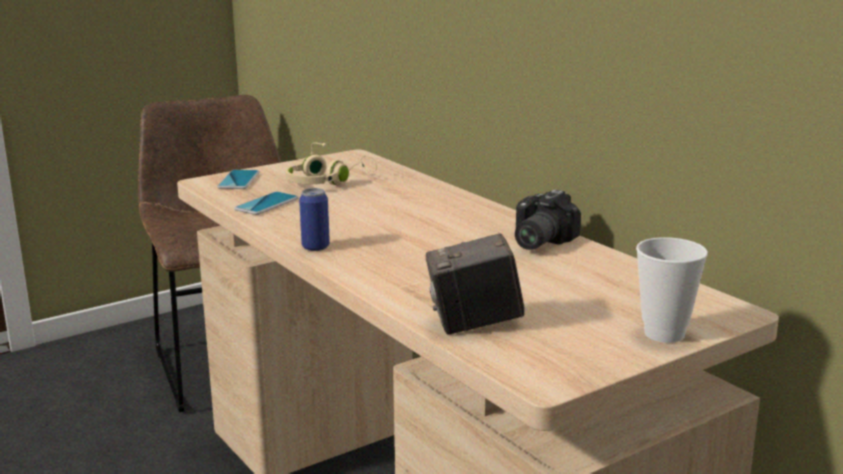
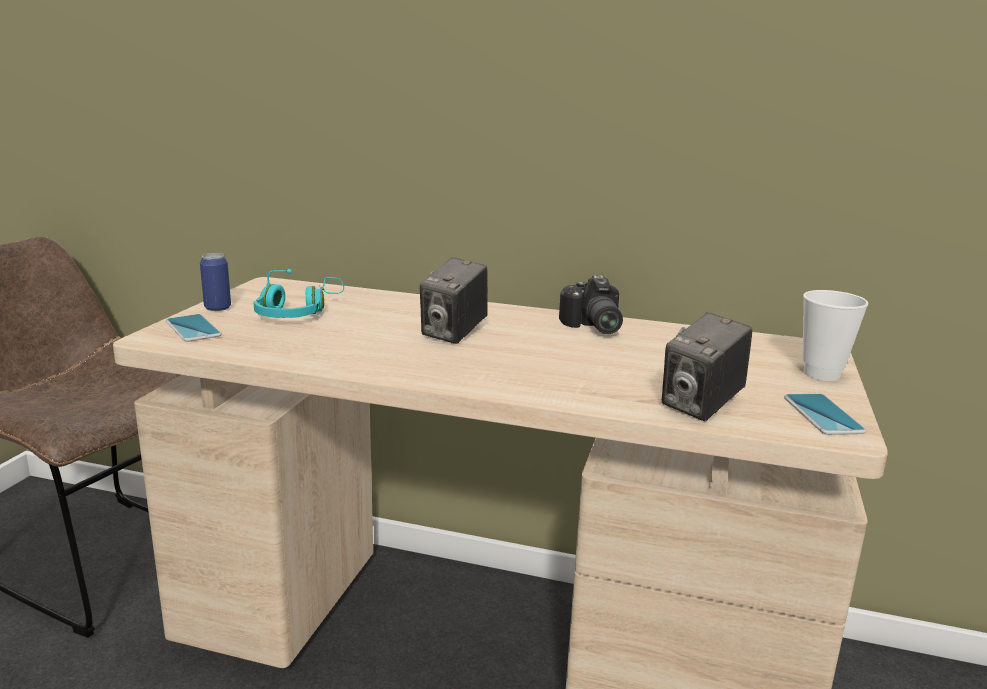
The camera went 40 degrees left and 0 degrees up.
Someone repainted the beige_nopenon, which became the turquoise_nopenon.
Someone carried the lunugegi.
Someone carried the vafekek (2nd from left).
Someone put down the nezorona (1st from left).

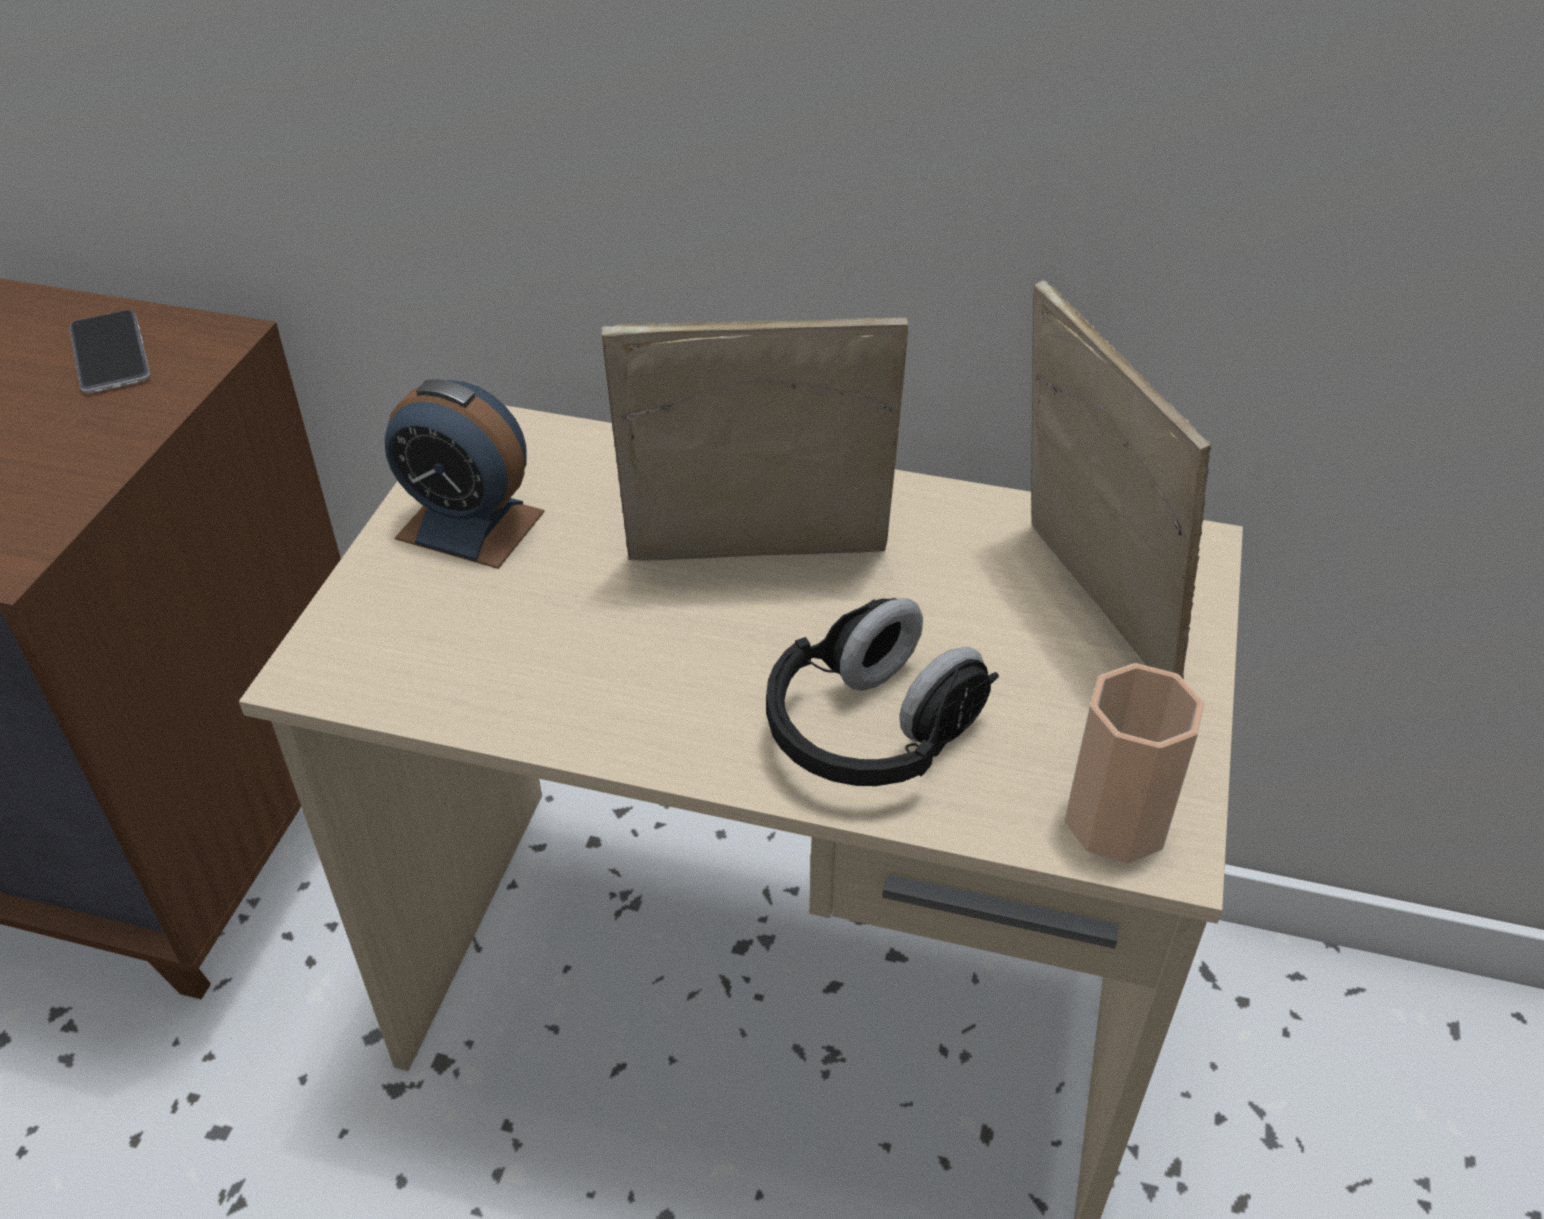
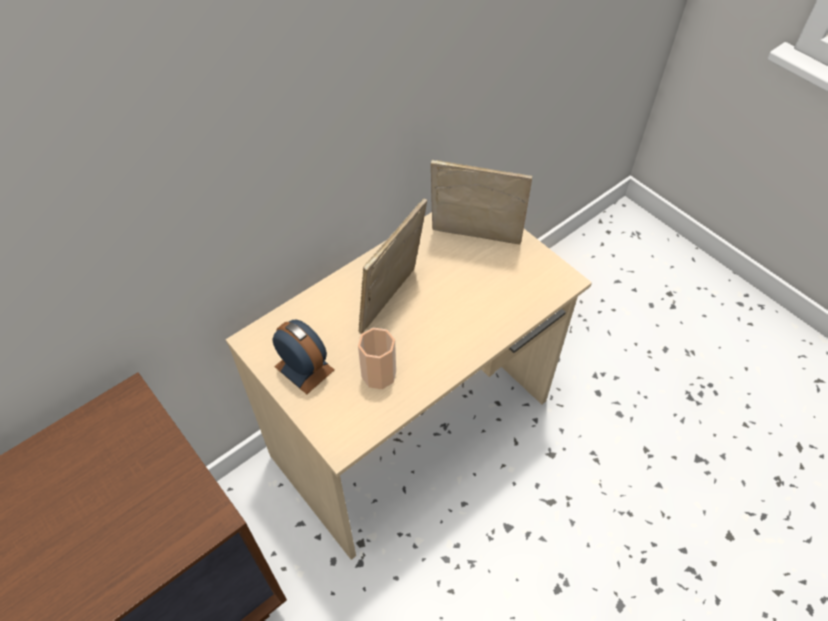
The camera went 55 degrees left and 10 degrees up.
Someone took away the vafekek.
Someone rotated the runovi by 105 degrees counterclockwise.
Someone took away the black_nopenon.
Someone carried the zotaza.

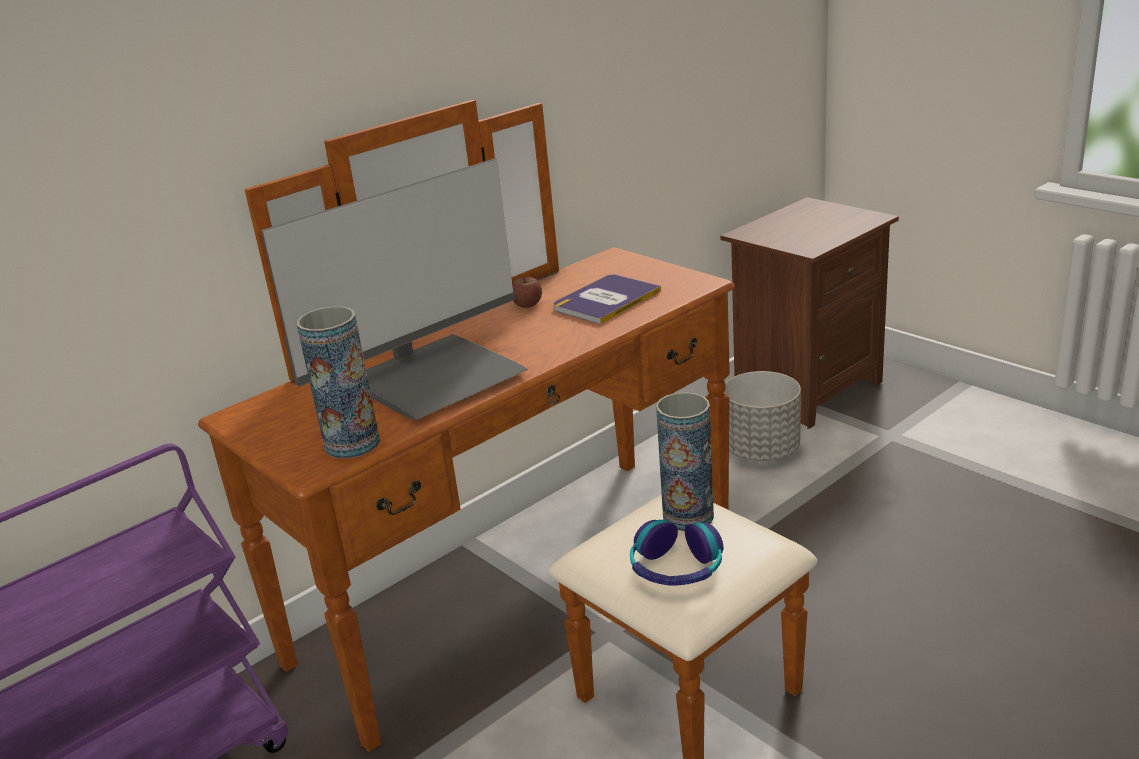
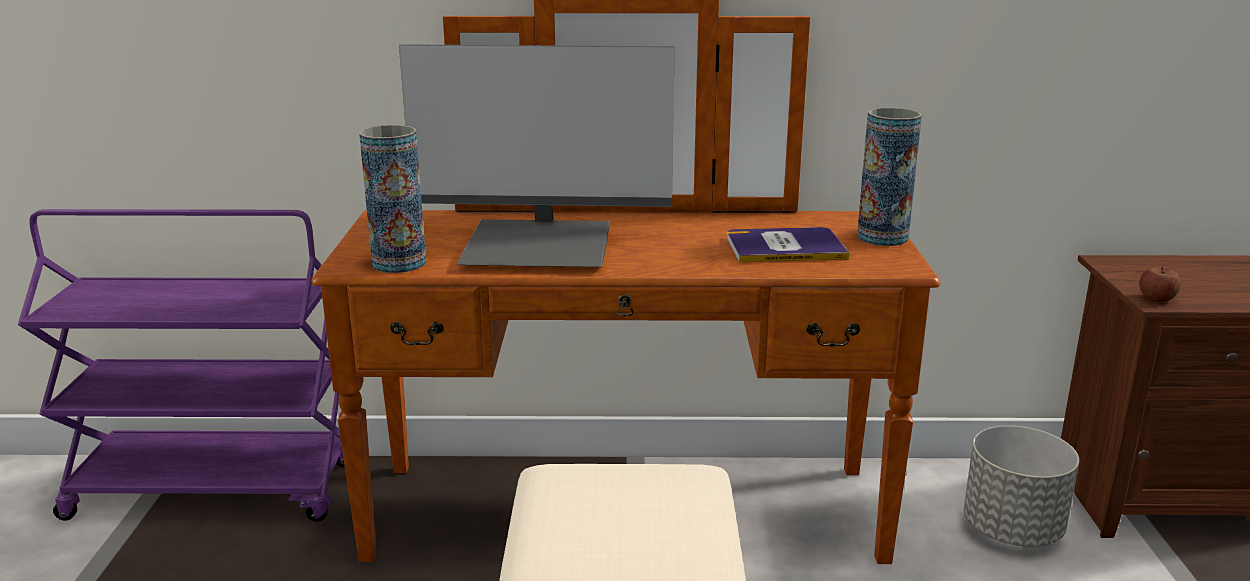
The camera went 40 degrees right and 5 degrees down.
Someone carried the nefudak.
Someone carried the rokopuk (2nd from left).
Someone took away the nopenon.

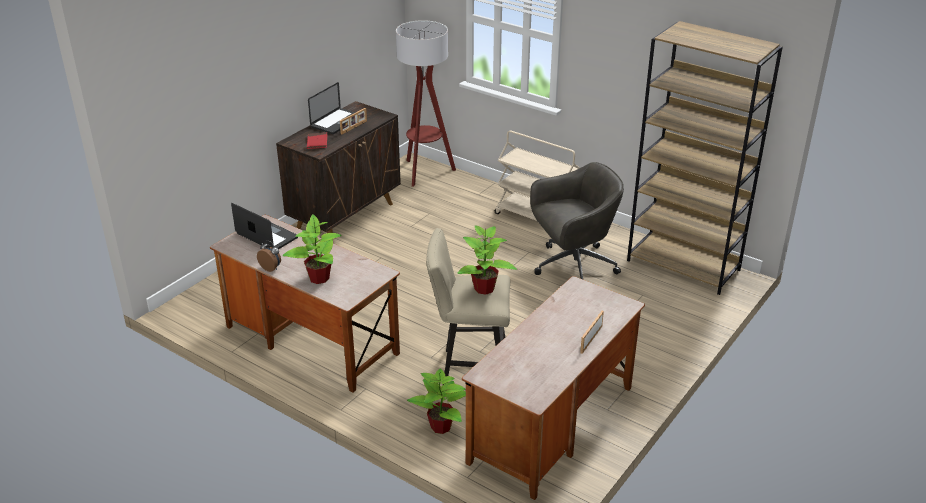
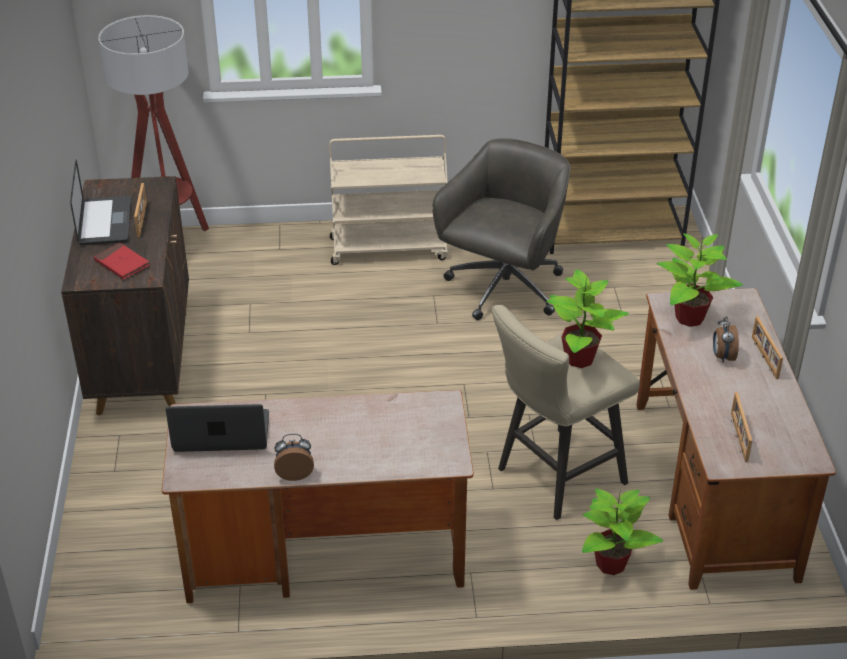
The camera went 40 degrees left and 5 degrees up.
Someone carried the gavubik (1st from left in the first image).
Someone put down the runovi (2nd from left).
Someone put down the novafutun (2nd from left).

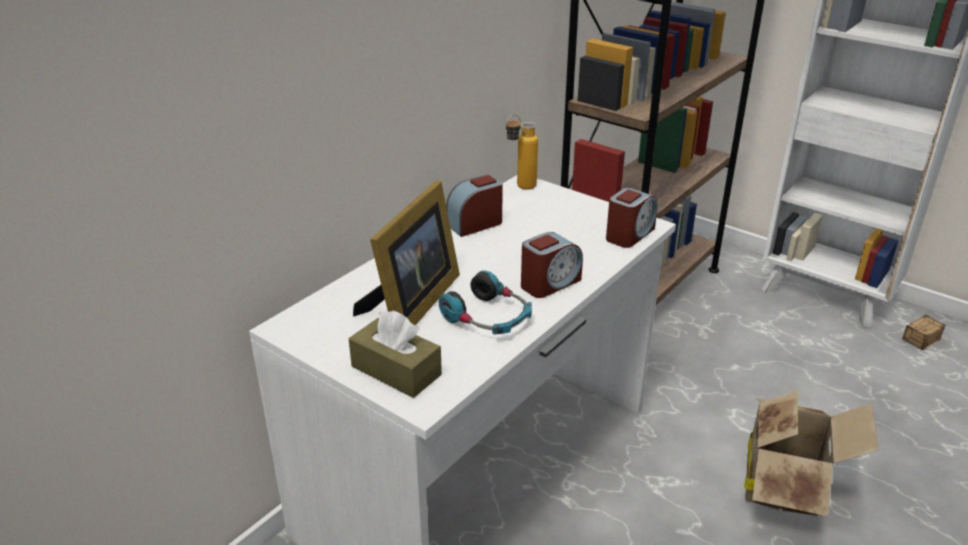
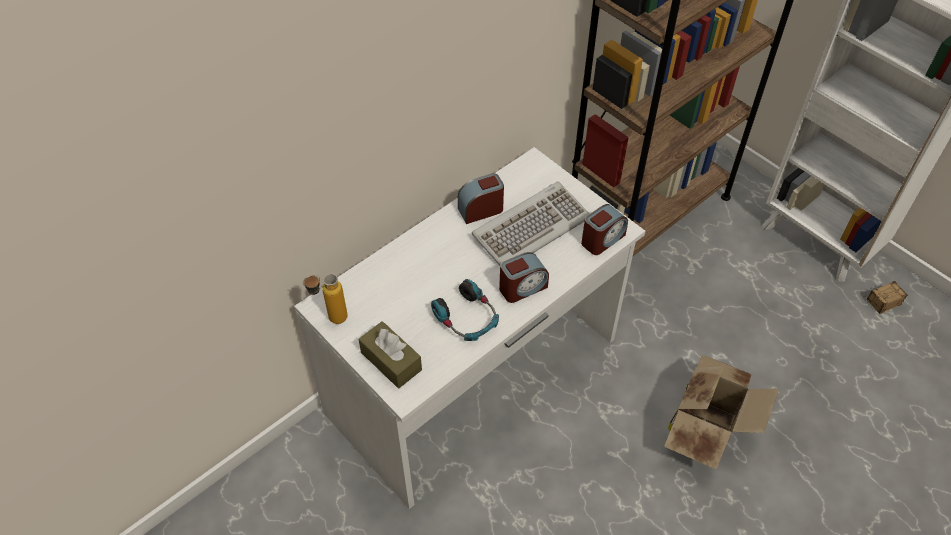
The camera went 10 degrees right and 20 degrees up.
Someone carried the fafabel.
Someone took away the novafutun.
Someone put down the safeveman.

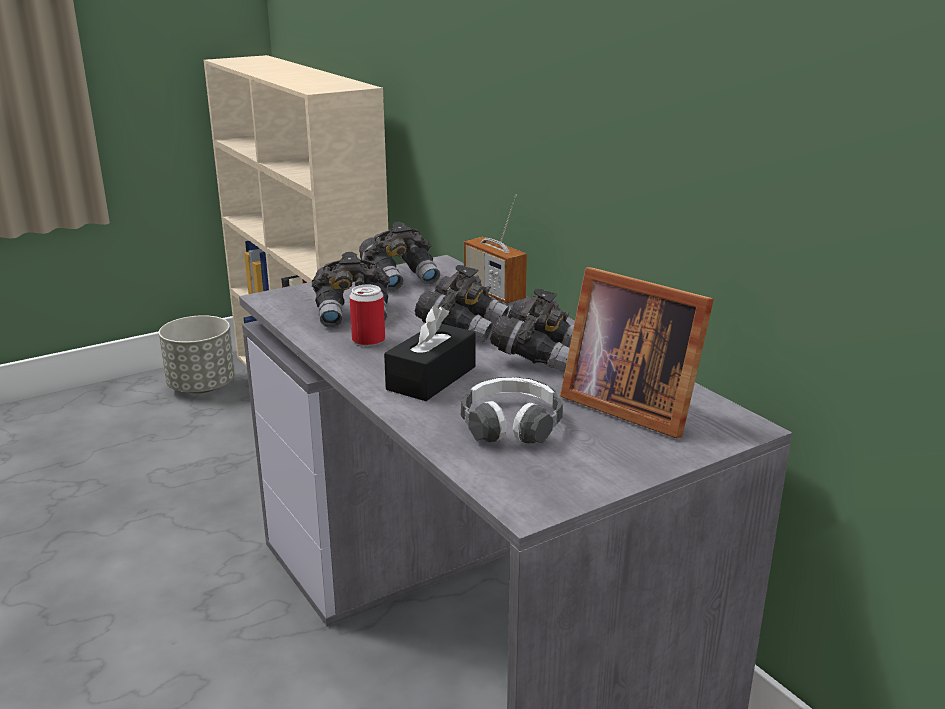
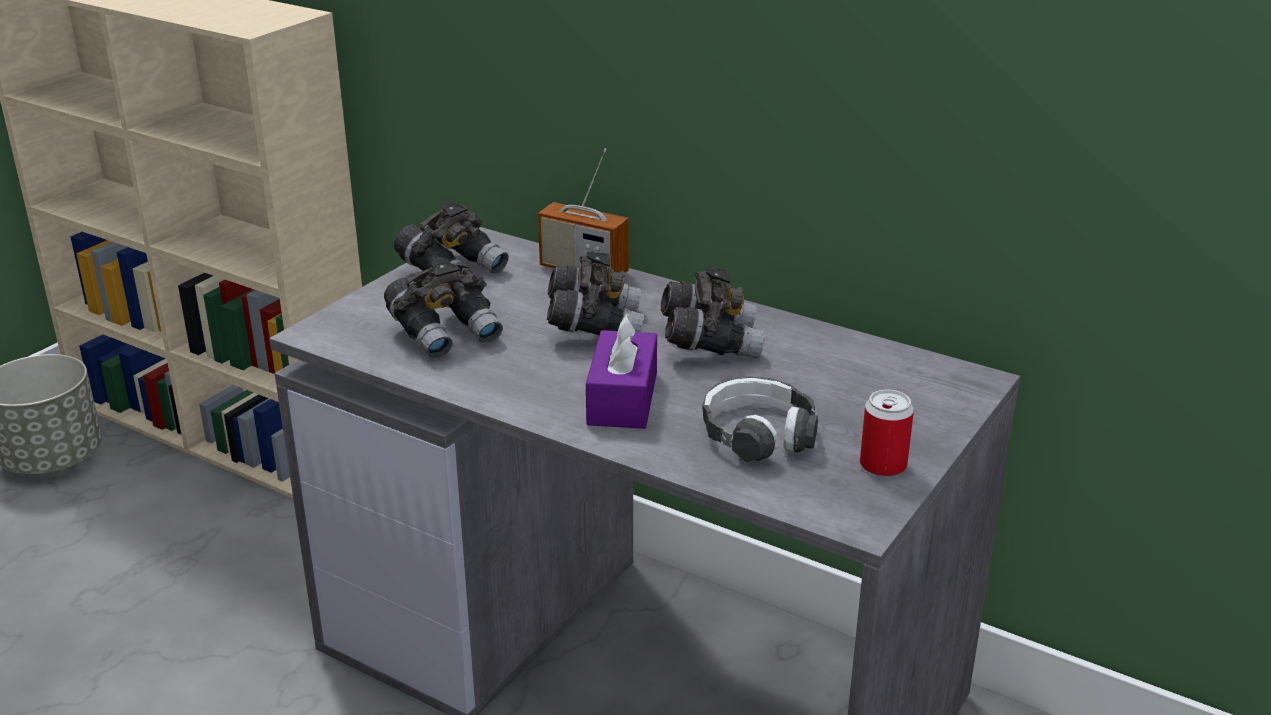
The camera went 25 degrees left and 5 degrees up.
Someone took away the novafutun.
Someone carried the lunugegi.
Someone repainted the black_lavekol, which became the purple_lavekol.

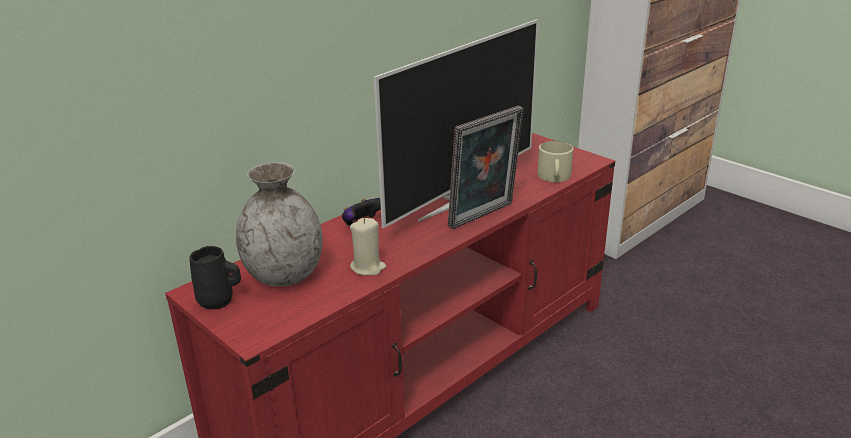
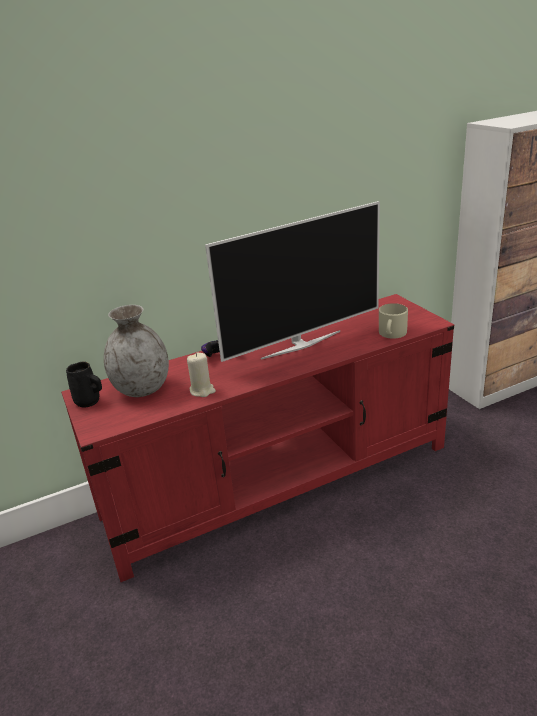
The camera went 20 degrees right and 0 degrees up.
Someone took away the novafutun.

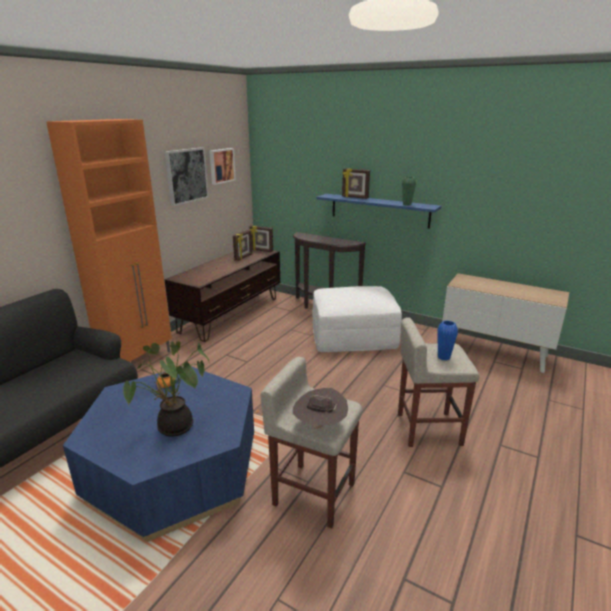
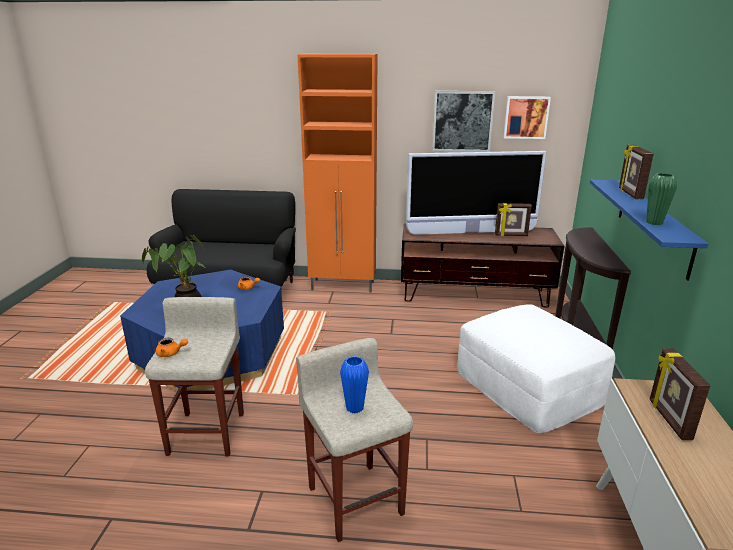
The camera went 65 degrees right and 0 degrees up.
Someone carried the novafutun (2nd from left in the first image).
Someone swapped the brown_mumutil for the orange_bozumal (1st from left).
Someone put down the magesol.

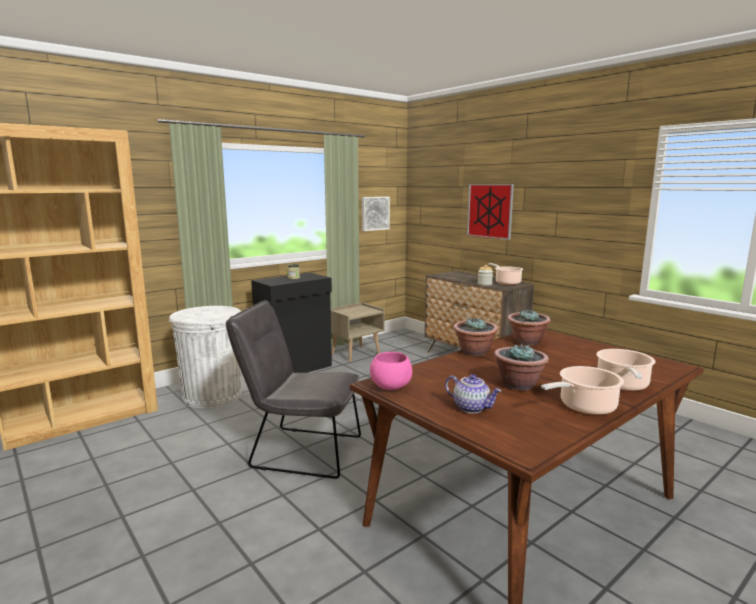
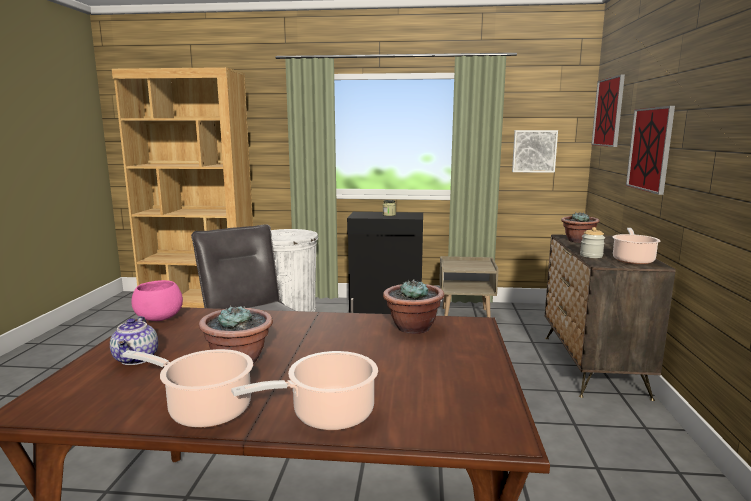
The camera went 45 degrees right and 0 degrees up.
Someone carried the gavubik (1st from left in the first image).
Someone put up the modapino (2nd from left).

